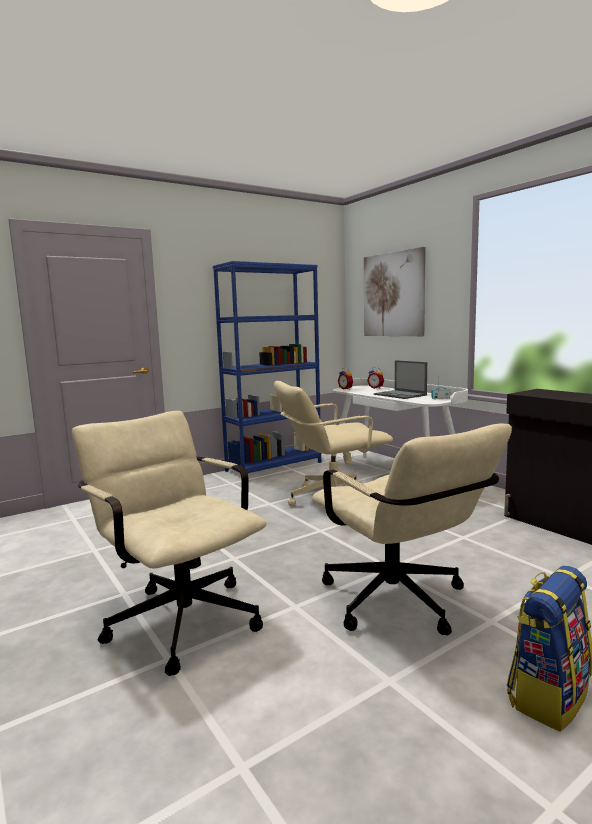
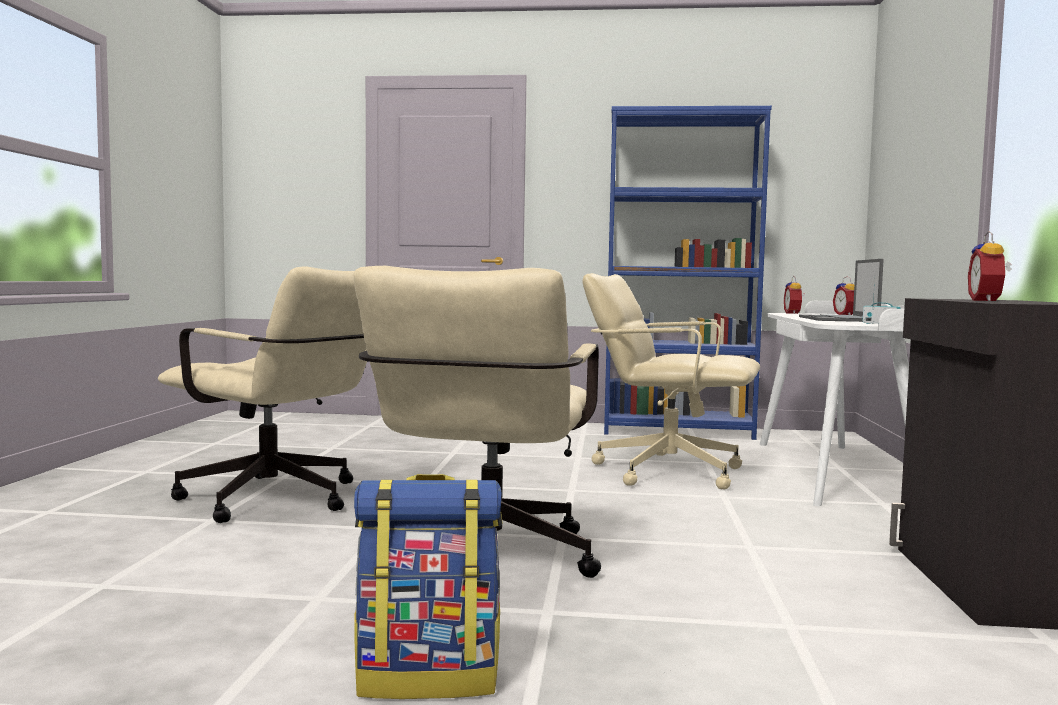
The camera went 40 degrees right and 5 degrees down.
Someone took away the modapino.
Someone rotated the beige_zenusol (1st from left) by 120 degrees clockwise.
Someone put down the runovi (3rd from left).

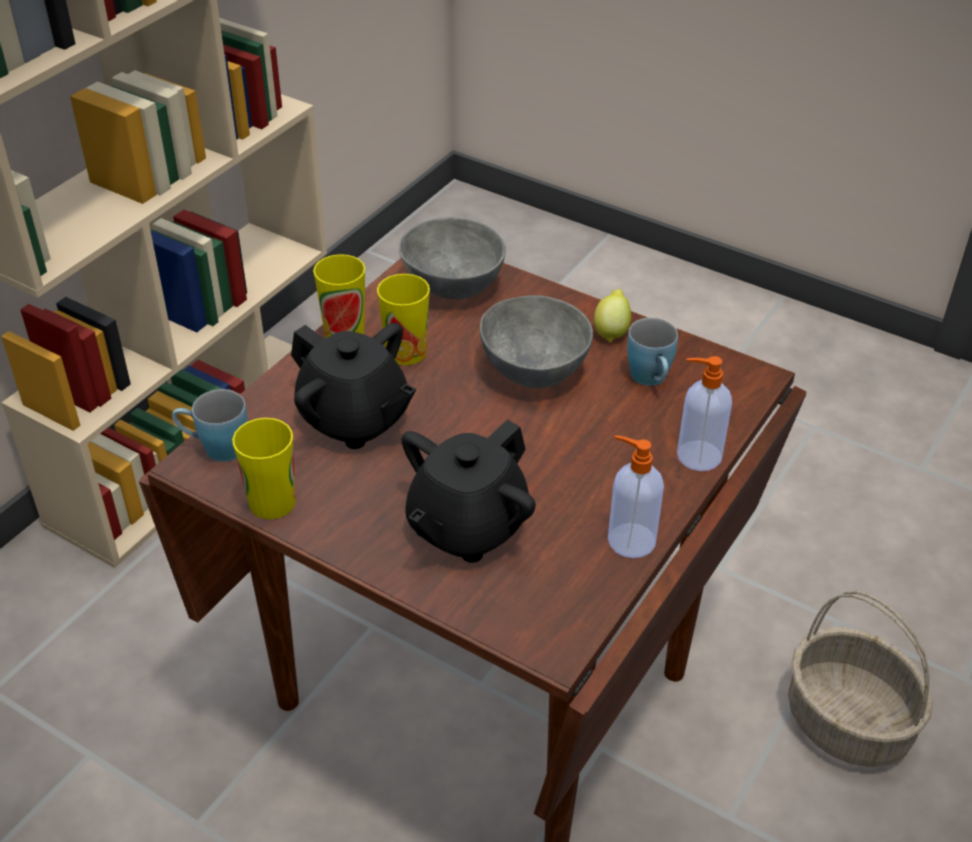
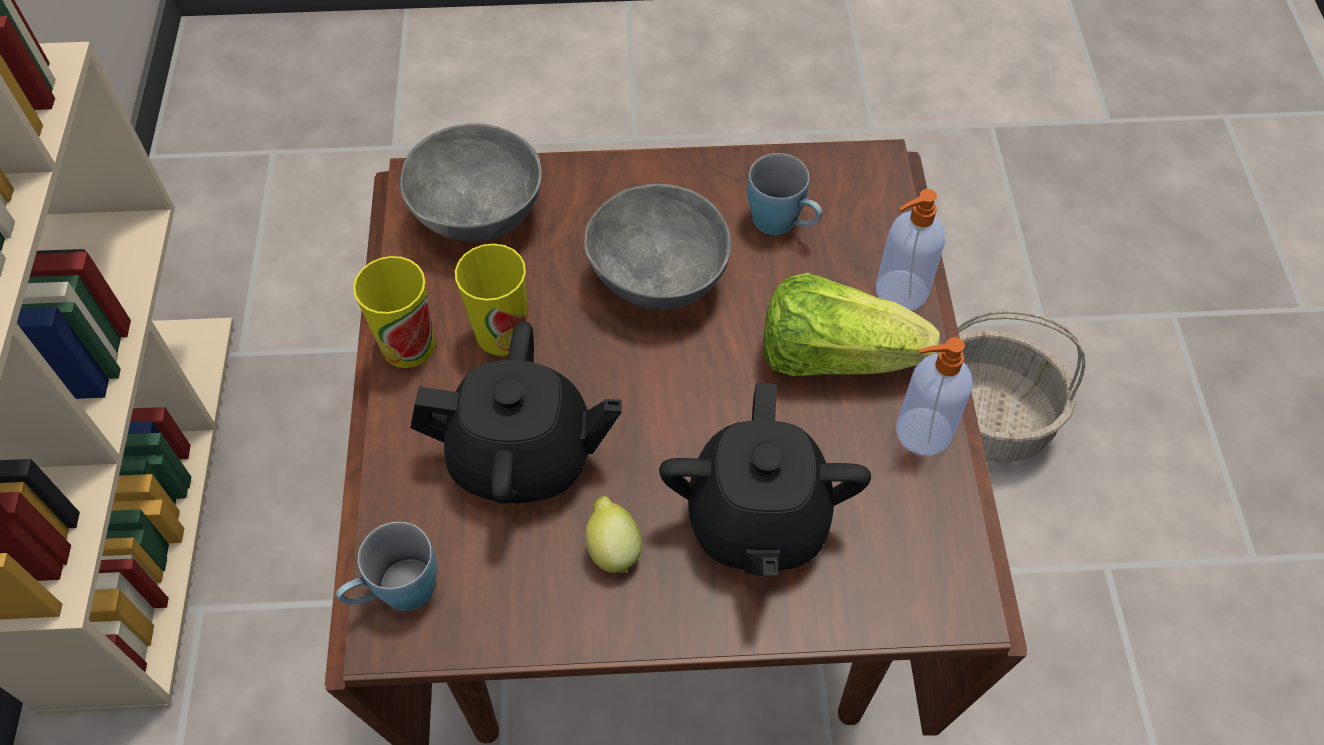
The camera went 35 degrees left and 15 degrees up.
Someone carried the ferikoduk.
Someone took away the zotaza (1st from left).
Someone put down the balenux.

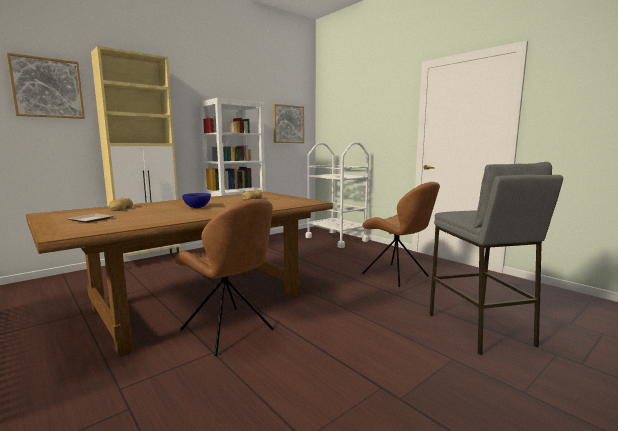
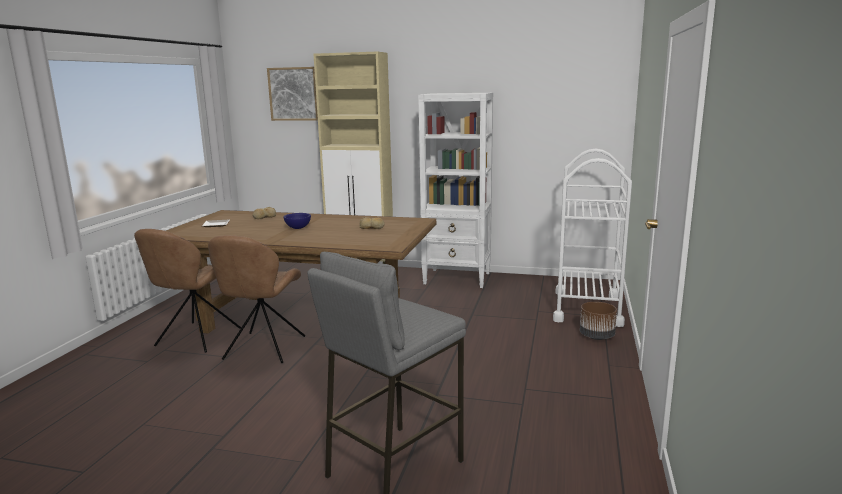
The camera went 55 degrees right and 5 degrees up.
Someone took away the modapino (2nd from left).
Someone carried the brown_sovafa (2nd from left in the first image).
Someone put down the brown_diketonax.

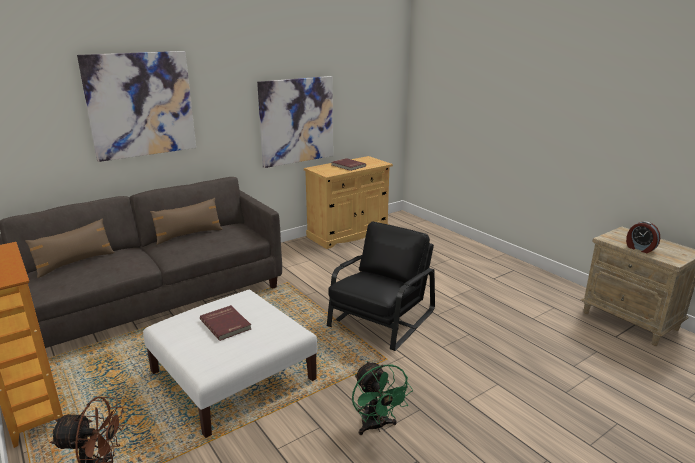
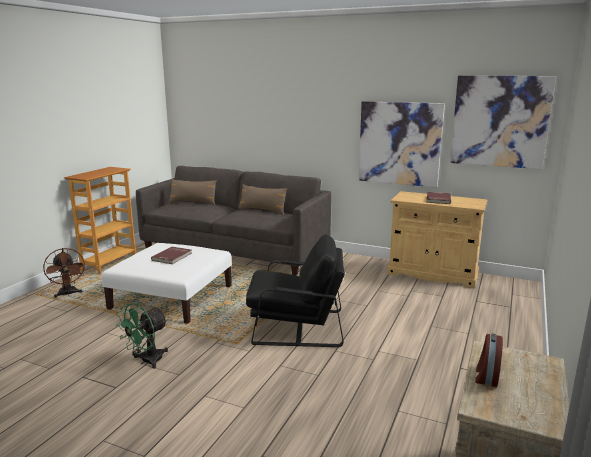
The camera went 60 degrees right and 5 degrees down.
Someone carried the modapino (1st from left in the first image).

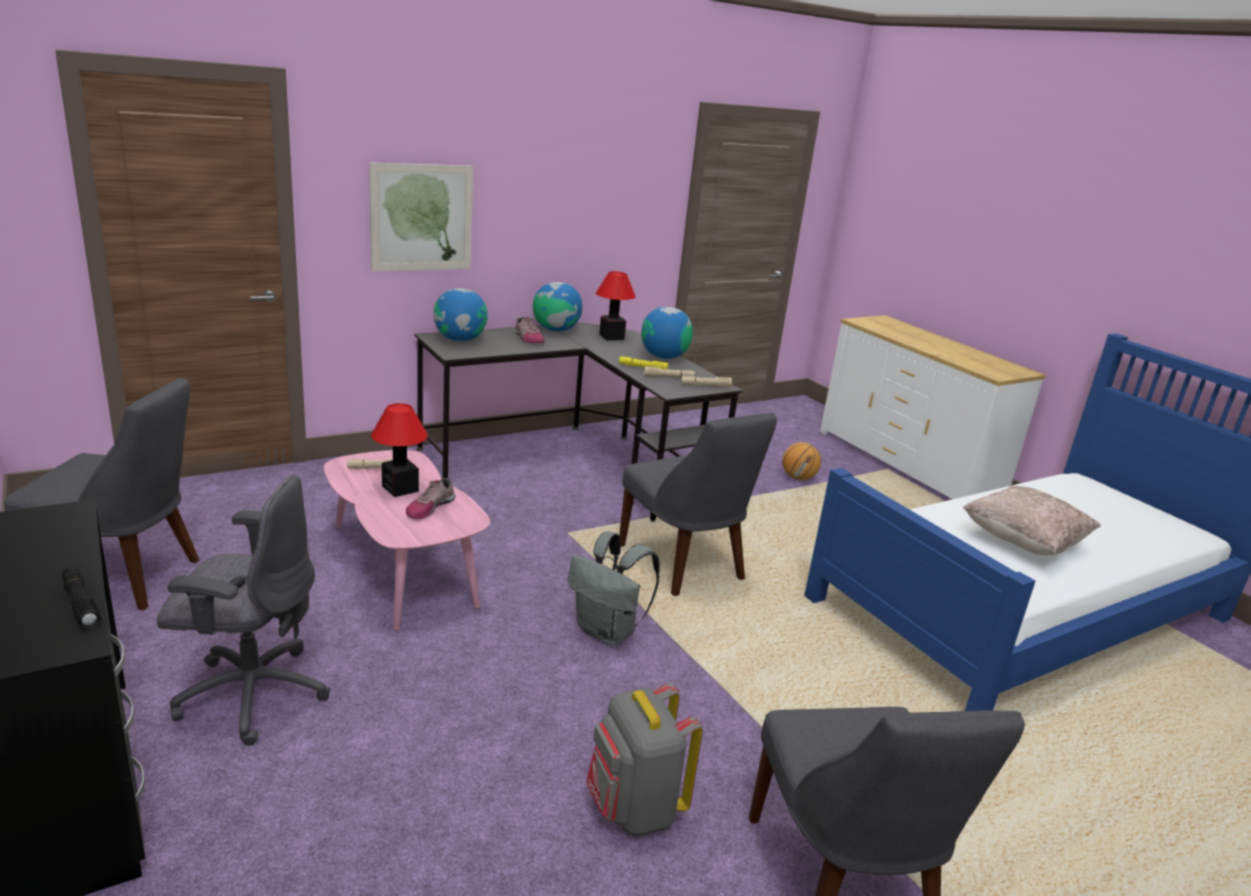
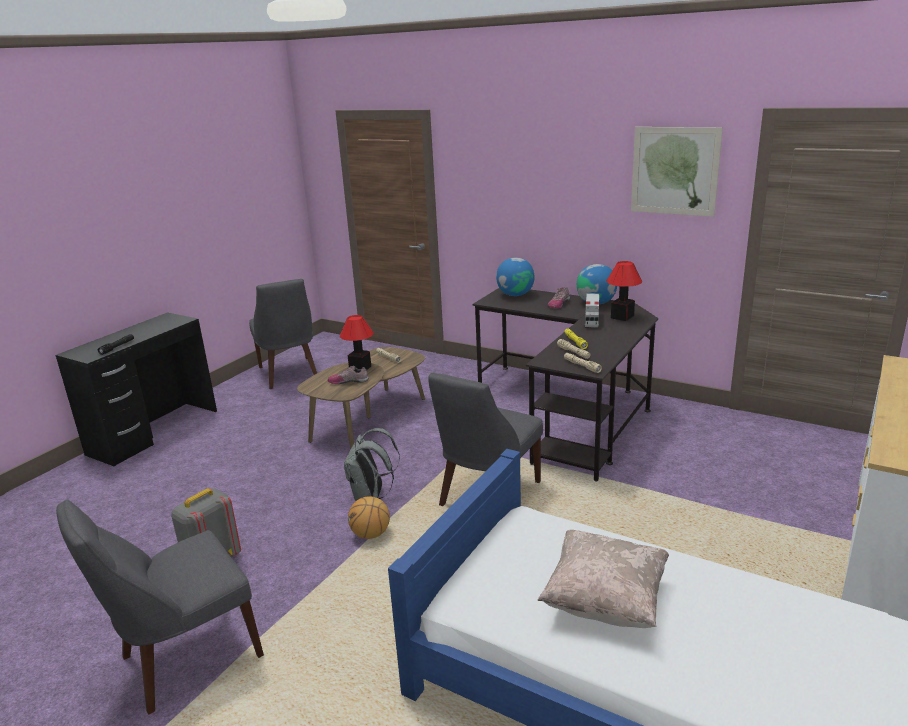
The camera went 65 degrees right and 0 degrees up.
Someone carried the modapino.
Someone took away the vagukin (3rd from left).
Someone carried the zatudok.
Someone repainted the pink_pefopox, which became the brown_pefopox.
Someone took away the grey_zenusol.
Someone put down the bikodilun.

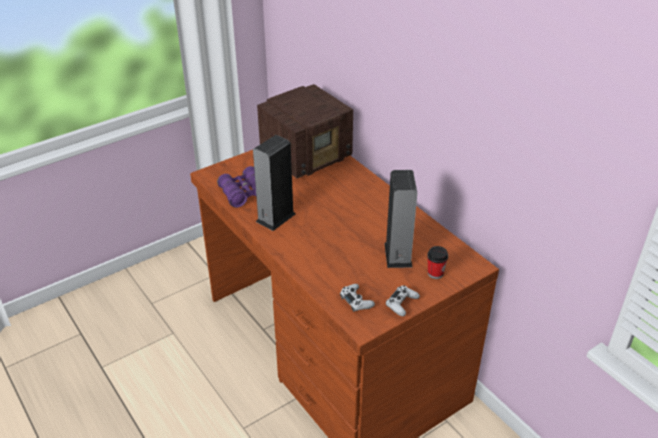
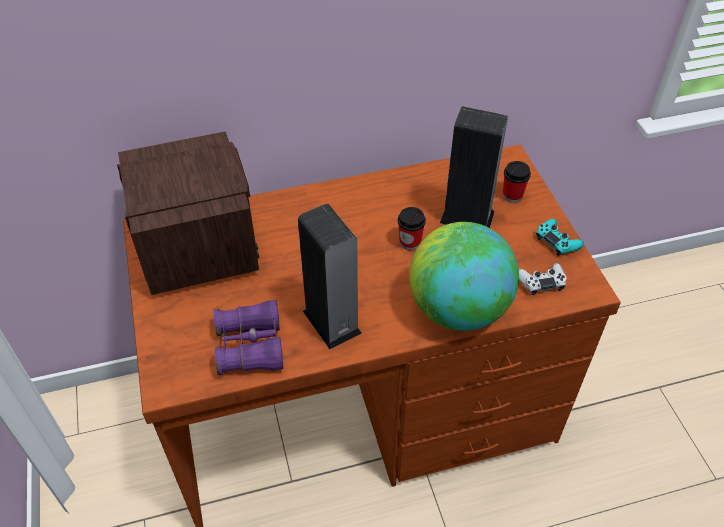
The camera went 70 degrees left and 10 degrees up.
Someone repainted the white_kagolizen (2nd from left), which became the turquoise_kagolizen.
Someone put down the zotaza (1st from left).
Someone put down the vagukin.

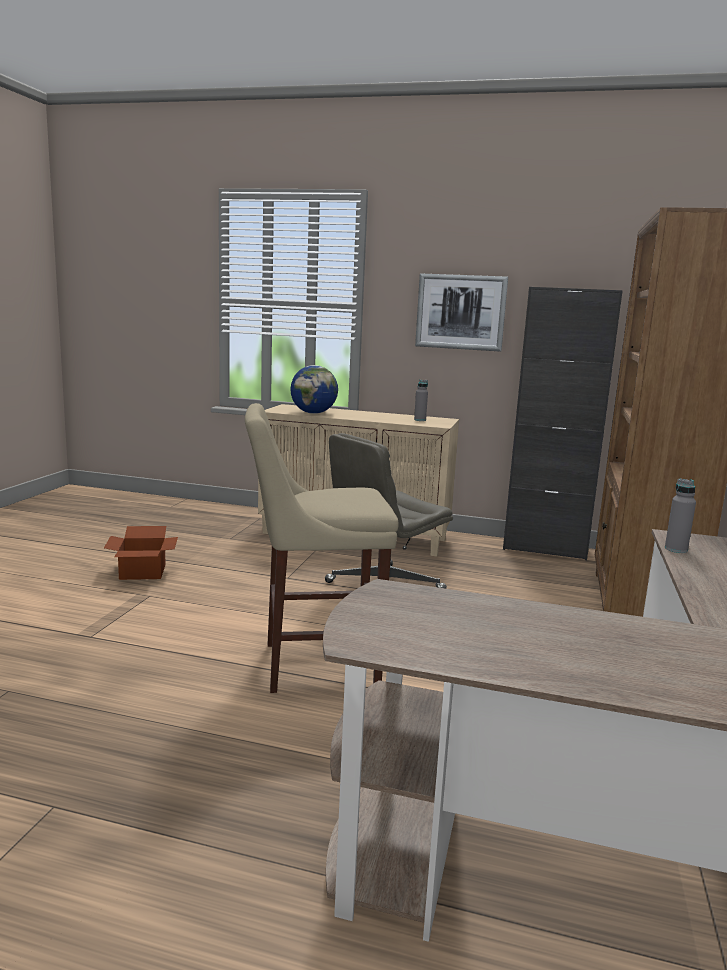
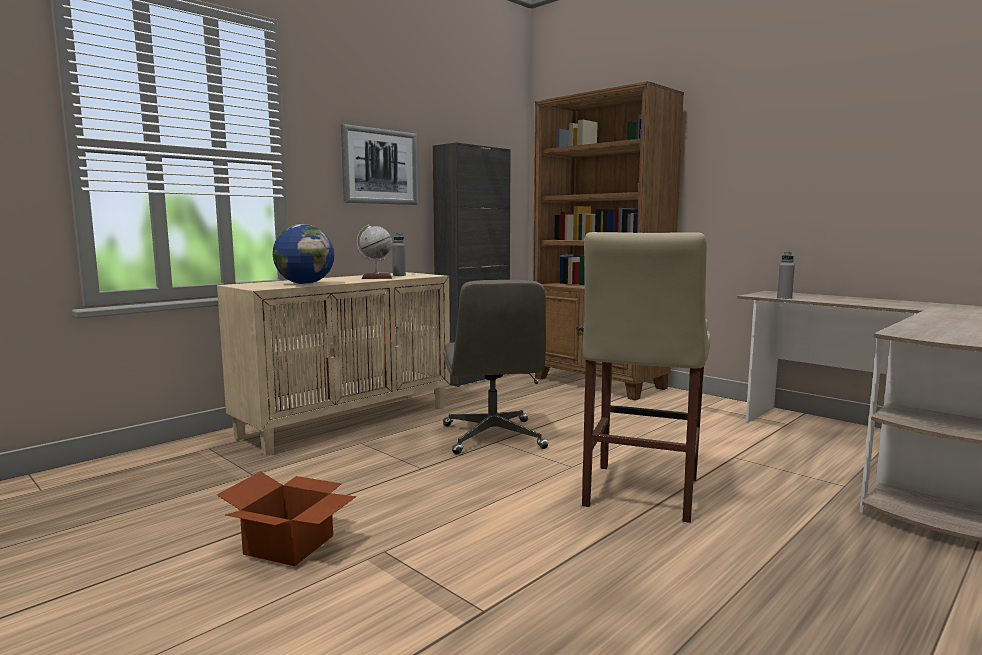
The camera went 60 degrees left and 5 degrees down.
Someone put down the vagukin (2nd from left).

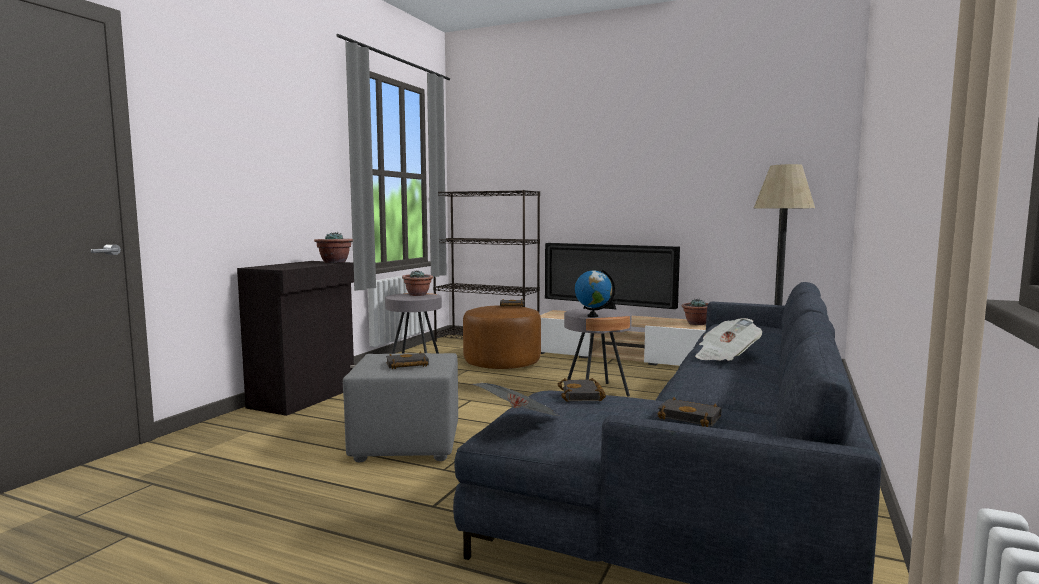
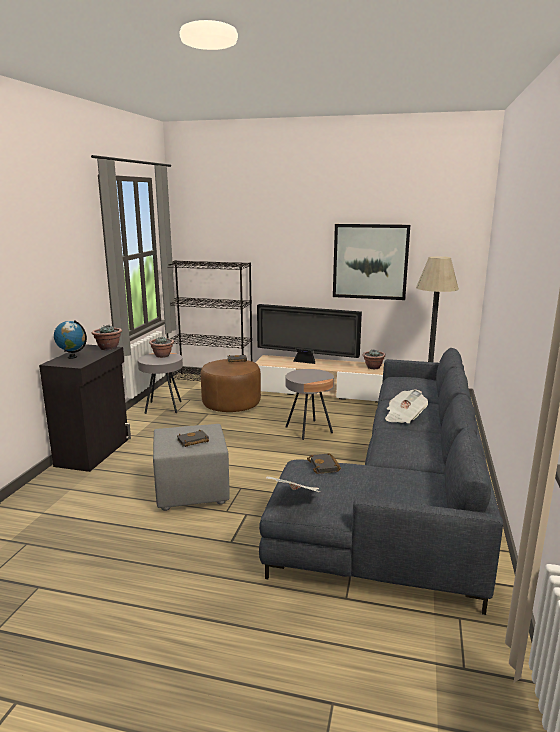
The camera went 10 degrees left and 10 degrees up.
Someone carried the vagukin.
Someone took away the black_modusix (4th from left).
Someone put up the modapino.

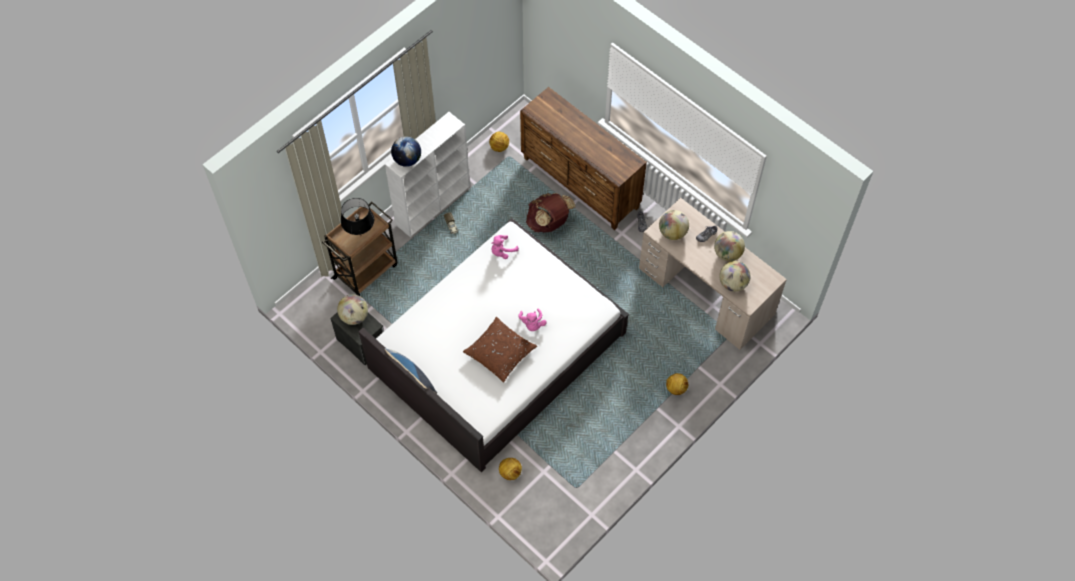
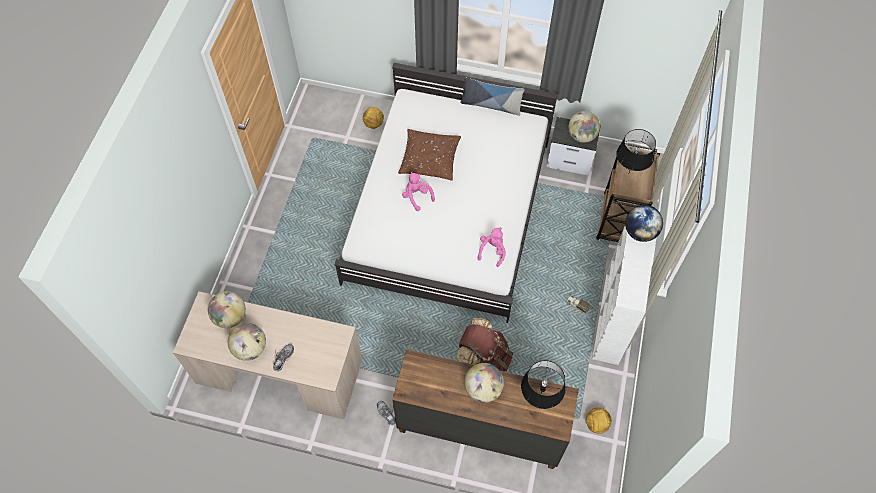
The camera went 150 degrees right and 0 degrees up.
Someone carried the vagukin (3rd from left).
Someone took away the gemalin (3rd from left).
Someone put down the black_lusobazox (1st from left).

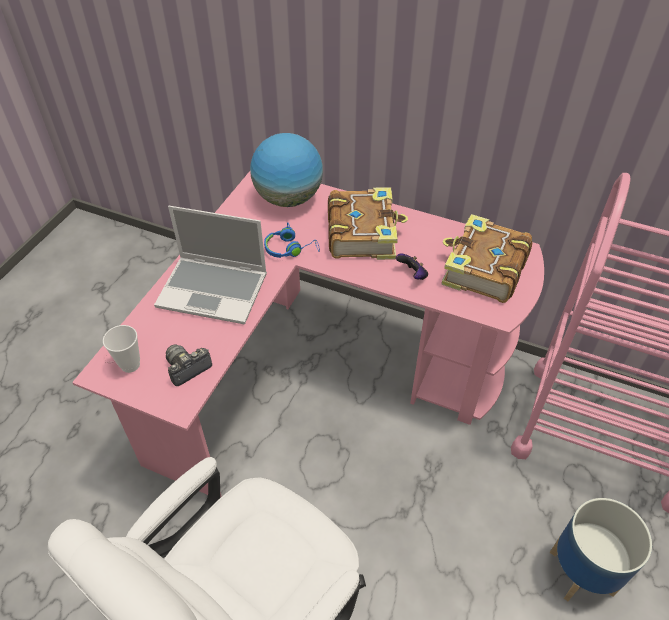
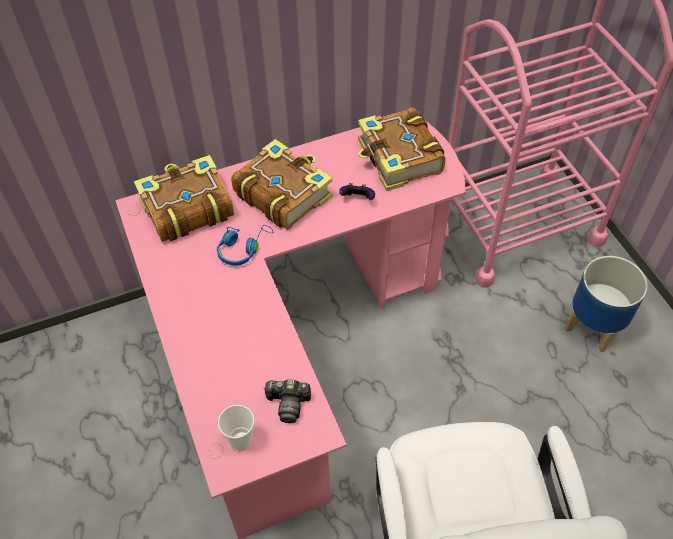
The camera went 45 degrees left and 5 degrees up.
Someone swapped the vagukin for the modusix (1st from left).
Someone took away the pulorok.
Someone rotated the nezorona by 90 degrees counterclockwise.

